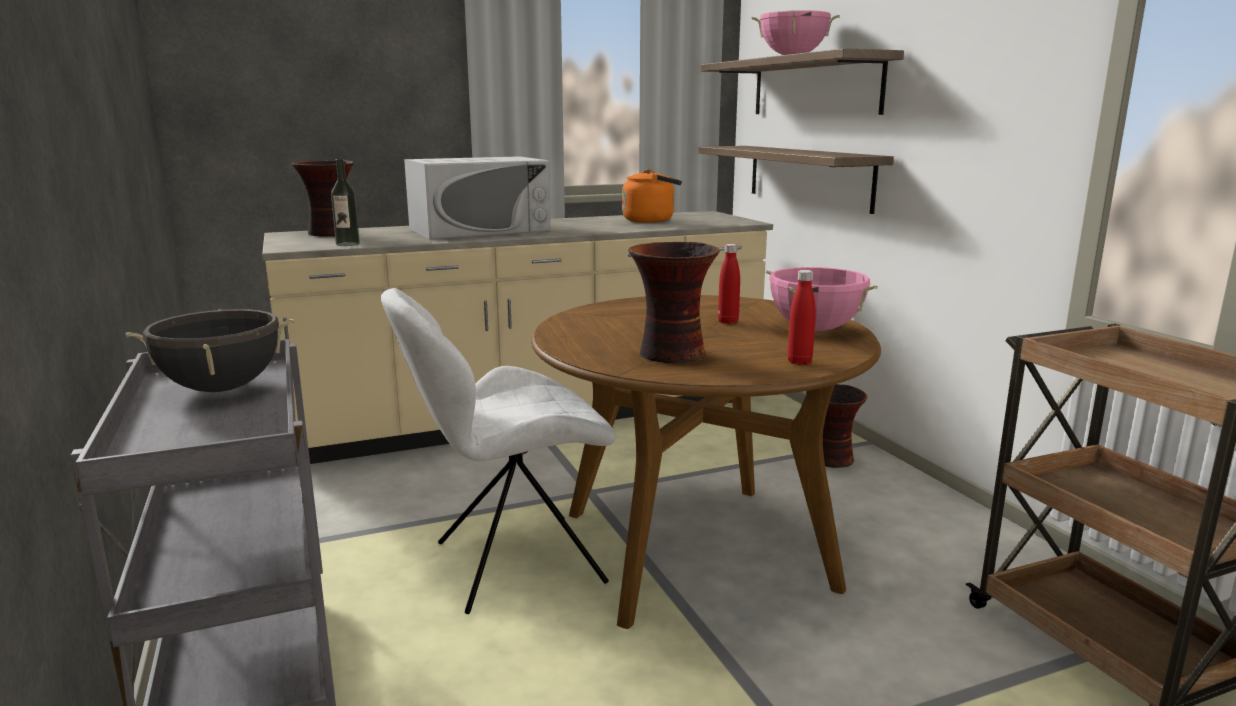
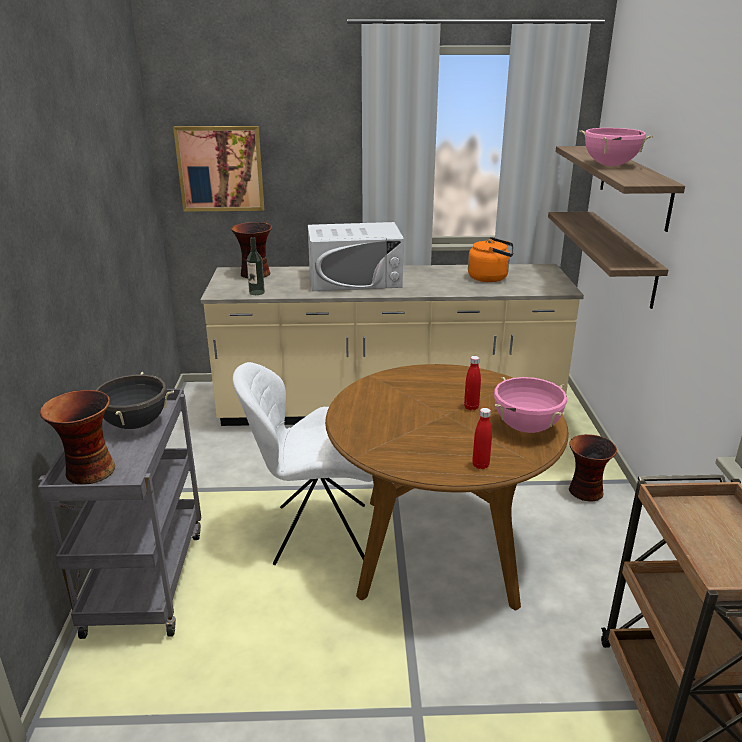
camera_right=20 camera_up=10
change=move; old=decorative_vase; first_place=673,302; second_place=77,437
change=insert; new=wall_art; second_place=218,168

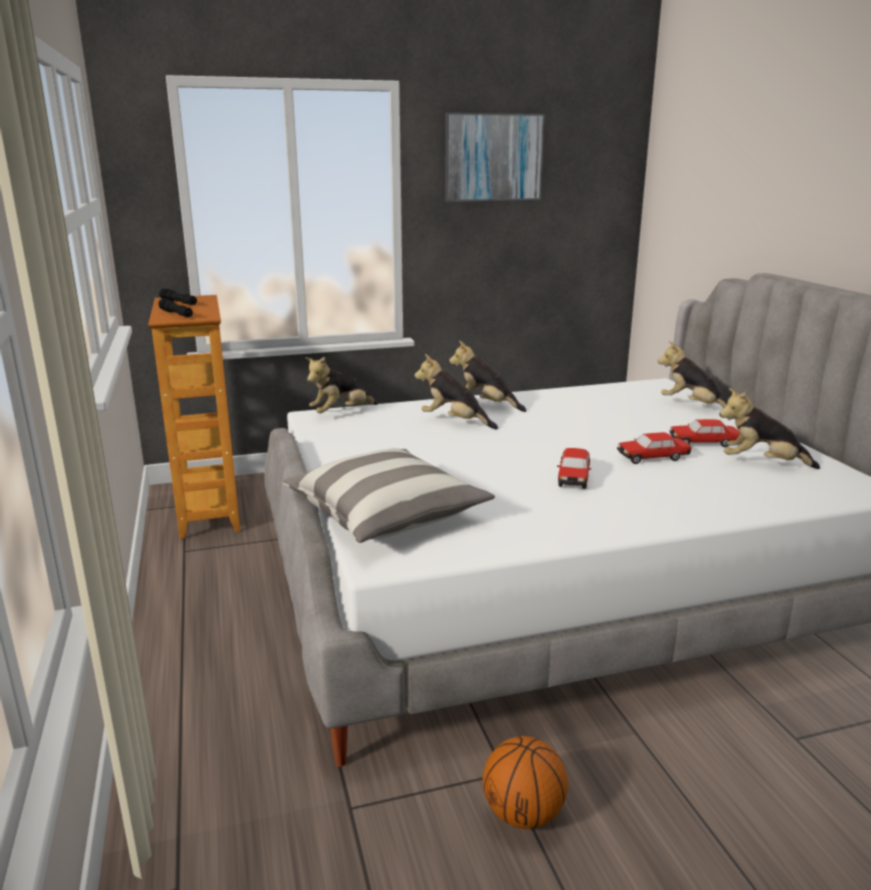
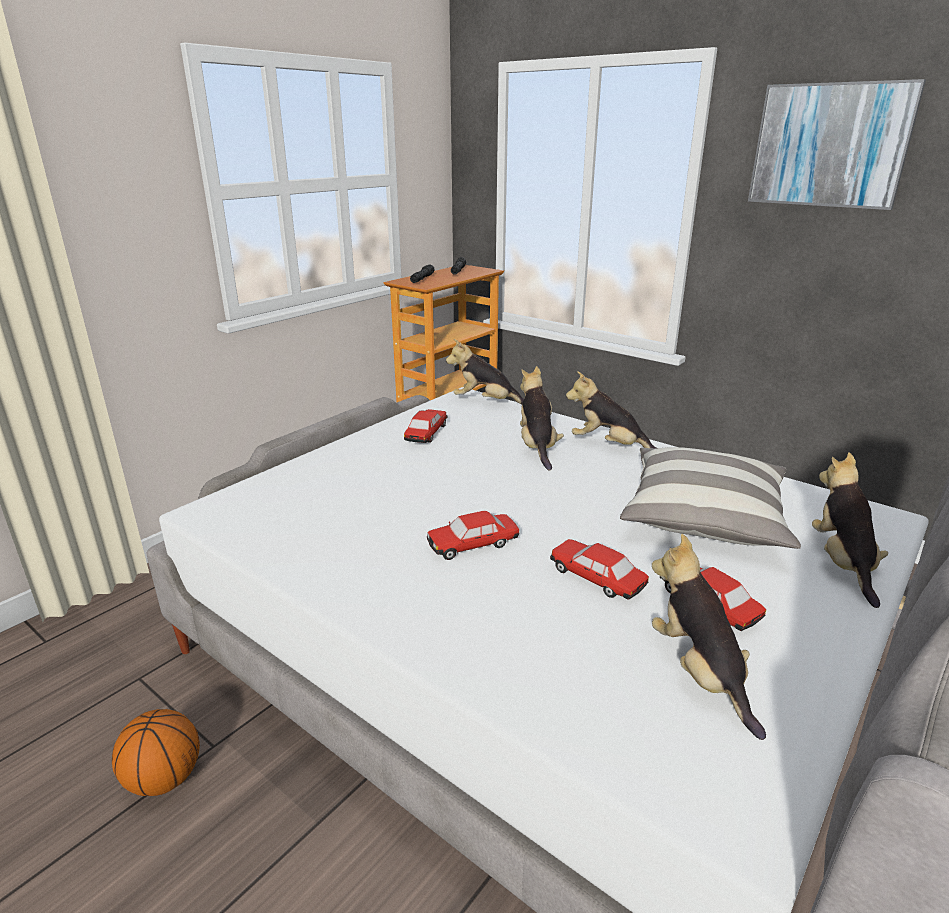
camera_right=55 camera_up=5
change=rotate; old=plush_toy; first_place=488,376; second_place=611,409; degrees=-60
change=move; old=cushion; first_place=388,496; second_place=710,498
change=insert; new=miniature_car; second_place=425,426

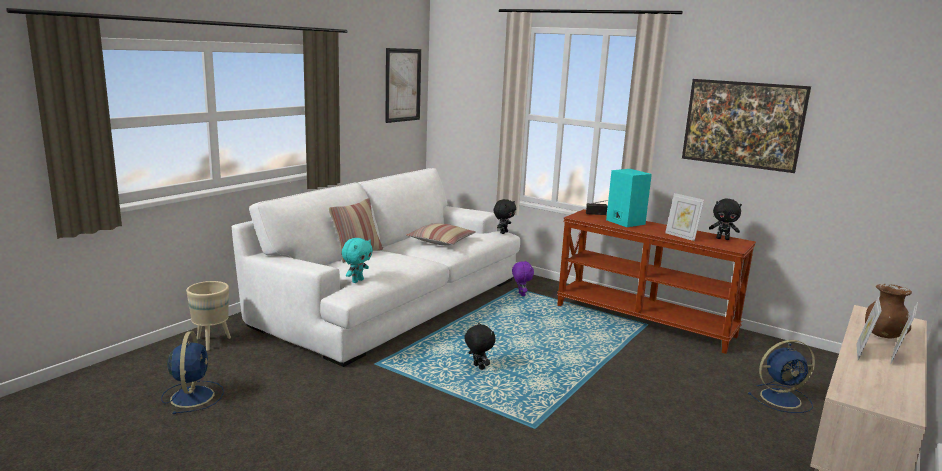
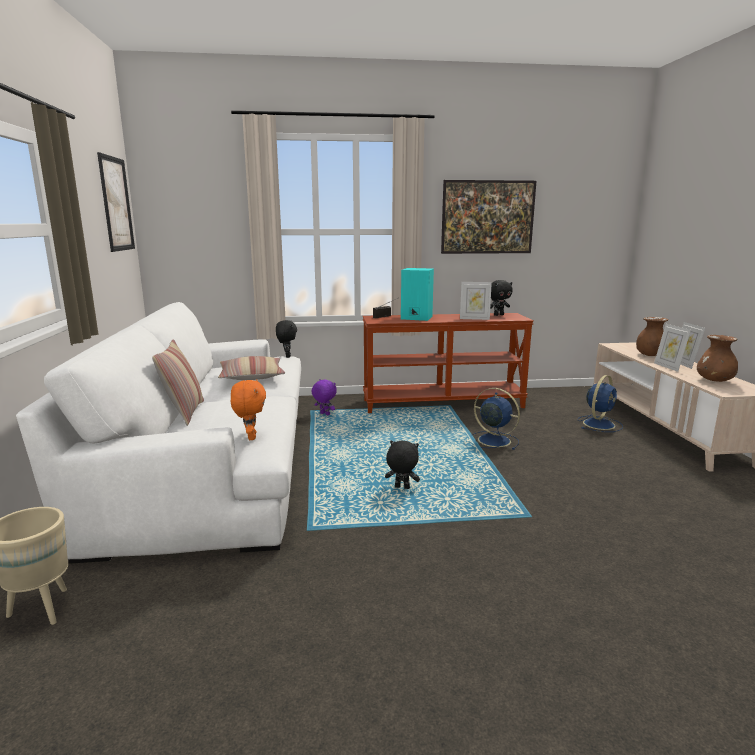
camera_right=-40 camera_up=0
change=recolor; old=turquoise-coloured_plush_toy; new=orange-coloured_plush_toy; first_place=357,260; second_place=248,409
change=move; old=blue_electric_fan; first_place=192,372; second_place=496,419
change=insert; new=brownish_decorative_vase; second_place=717,358

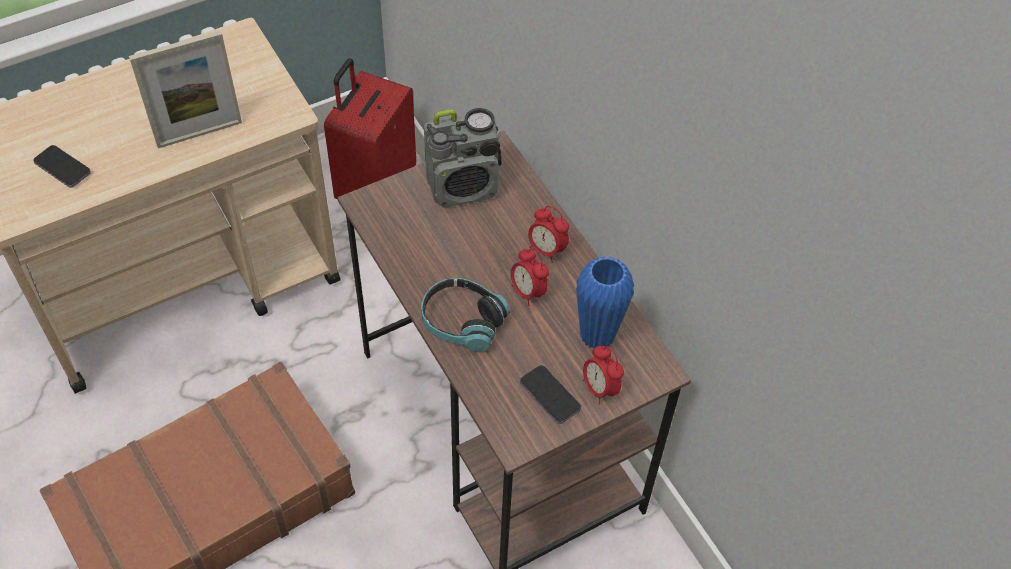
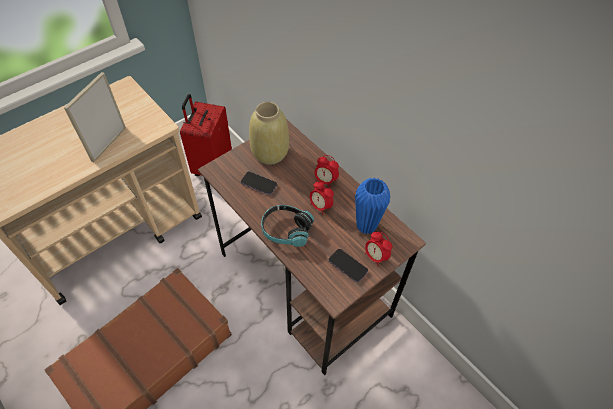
camera_right=-10 camera_up=0
change=rotate; old=standing_frame; first_place=185,89; second_place=95,117; degrees=150
change=replace; old=radio_set; new=beige_decorative_vase; first_place=463,157; second_place=269,133
change=move; old=phone; first_place=62,166; second_place=259,183

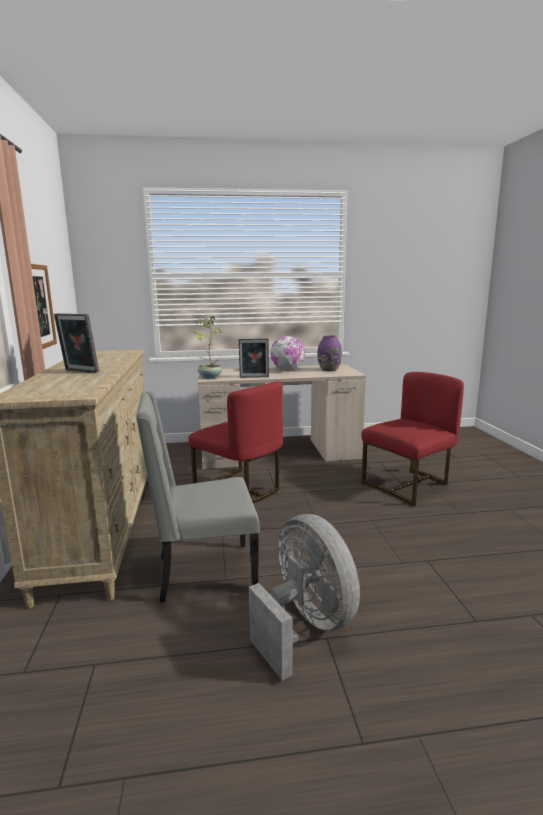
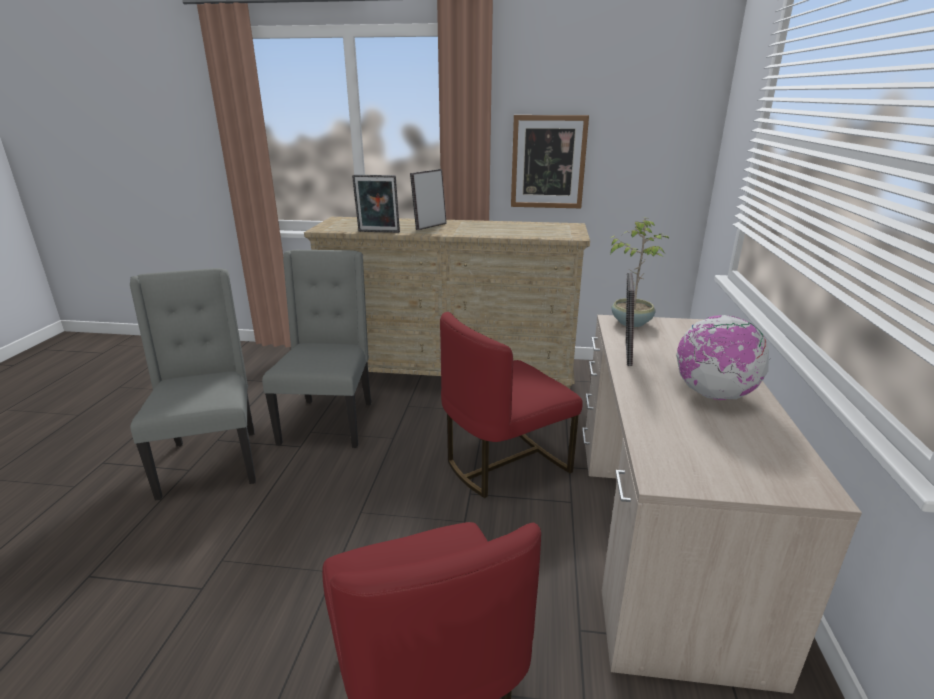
camera_right=105 camera_up=10
change=delete; old=purple-coloured_decorative_vase; first_place=329,353
change=replace; old=gray_electric_fan; new=gray_upright_chair; first_place=304,597; second_place=193,384
change=insert; new=standing_frame; second_place=376,204

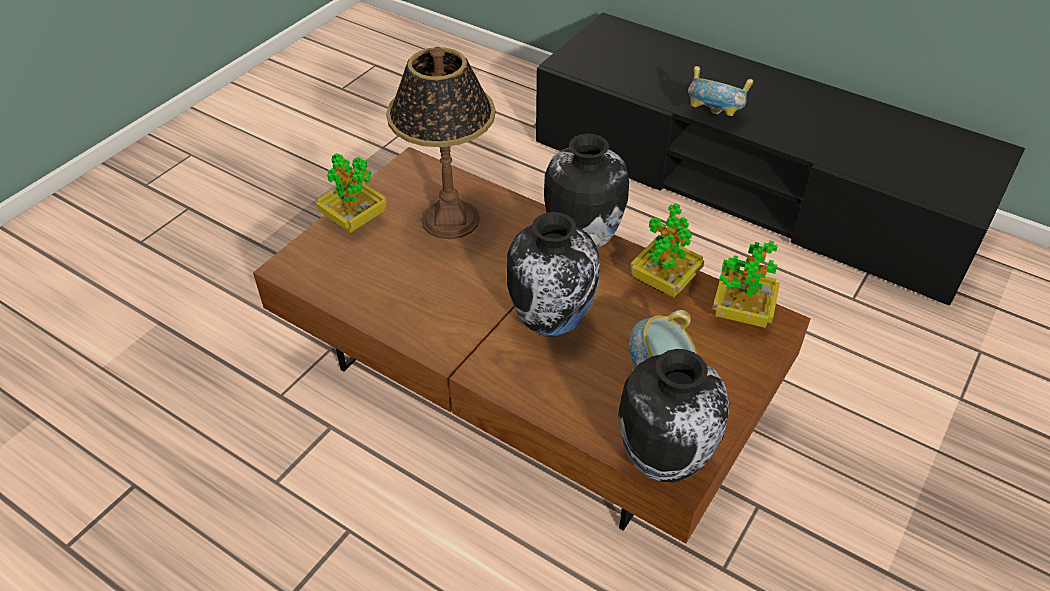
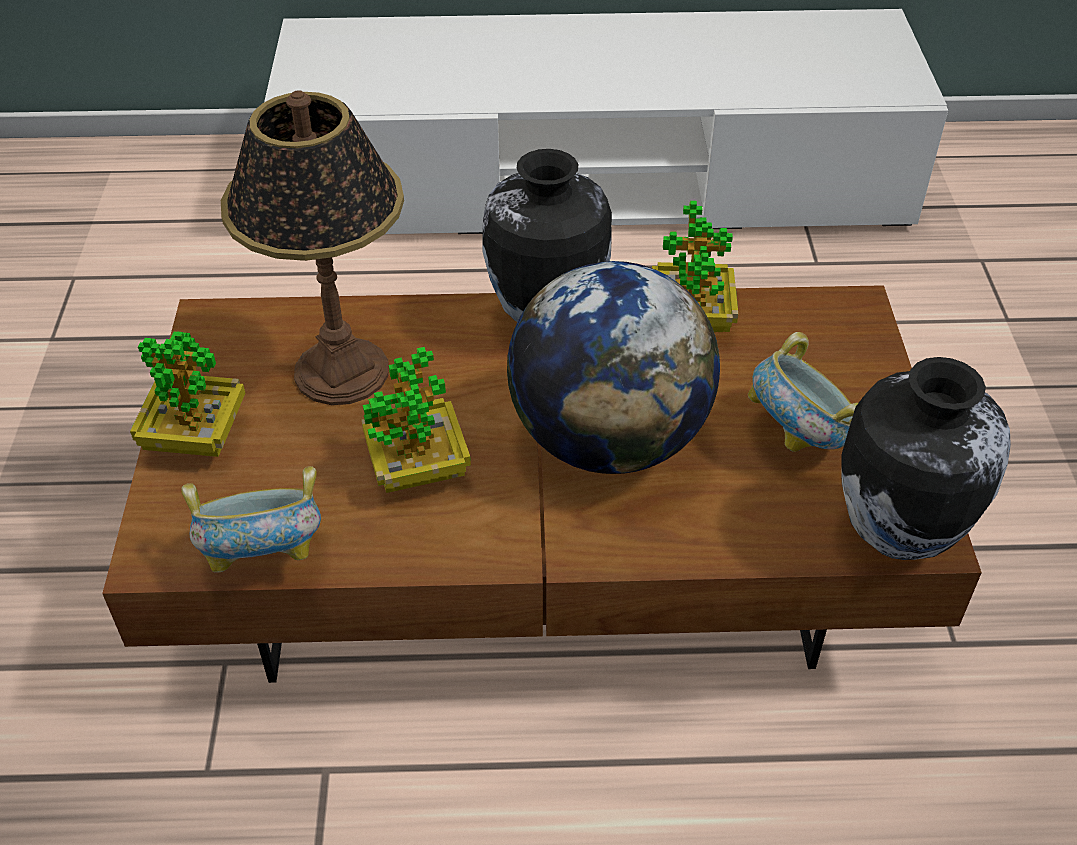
camera_right=-35 camera_up=0
change=recolor; old=black_tv_unit; new=whitish_tv_unit; first_place=780,159; second_place=606,121
change=move; old=bowl; first_place=720,91; second_place=251,519
change=replace; old=decorative_vase; new=desk_globe; first_place=553,274; second_place=613,367
change=move; old=potted_plant; first_place=746,284; second_place=416,420

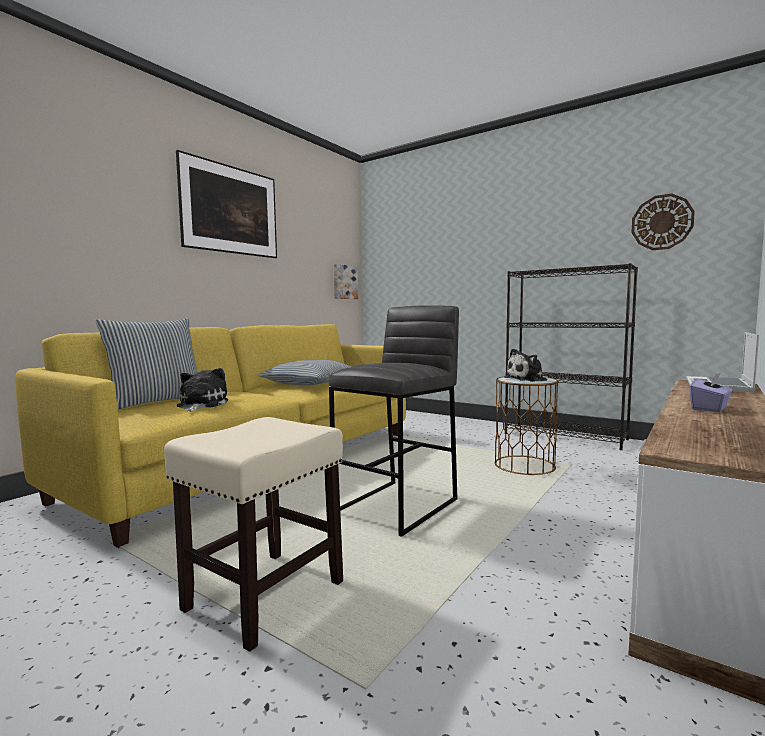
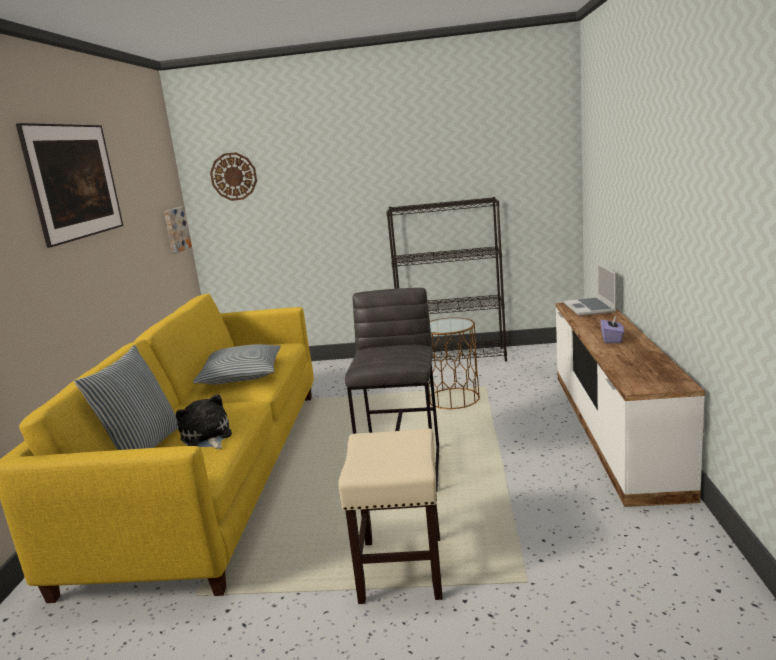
camera_right=-30 camera_up=10
change=move; old=clock_on_the_wall; first_place=663,222; second_place=233,176
change=delete; old=plush_toy; first_place=526,365

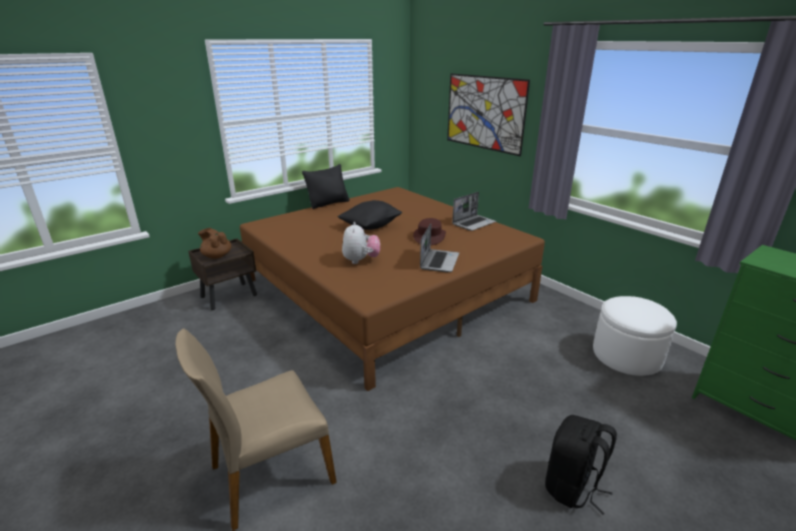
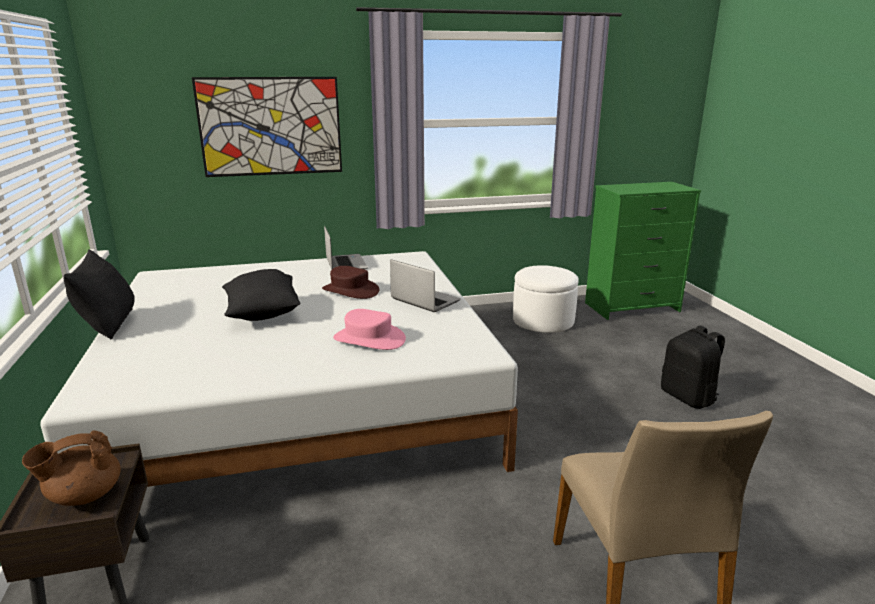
camera_right=-65 camera_up=-5
change=recolor; old=brownish_sleeping_bed; new=whitish_sleeping_bed; first_place=392,289; second_place=279,369
change=replace; old=plush_toy; new=pink_clothing_hat; first_place=361,243; second_place=369,329

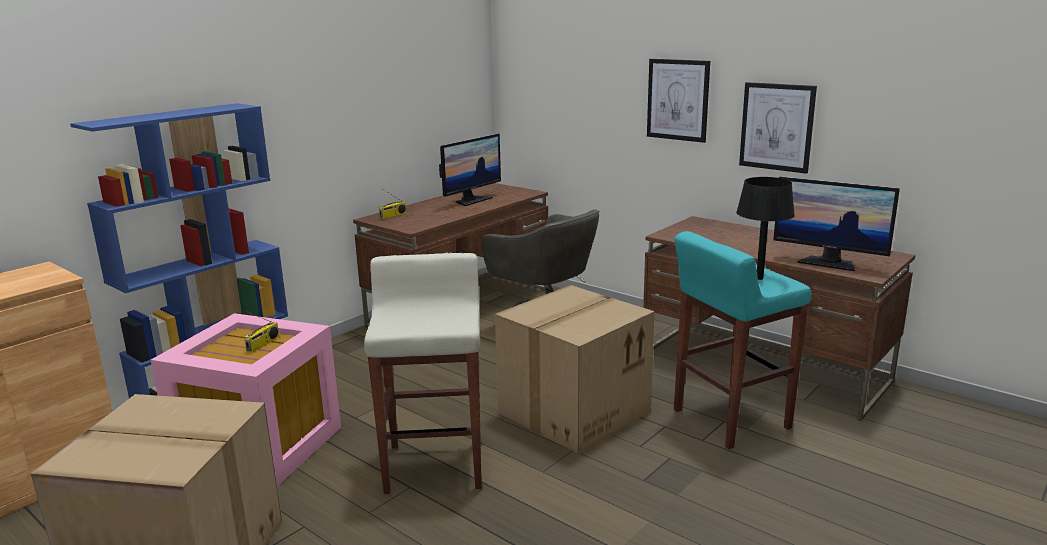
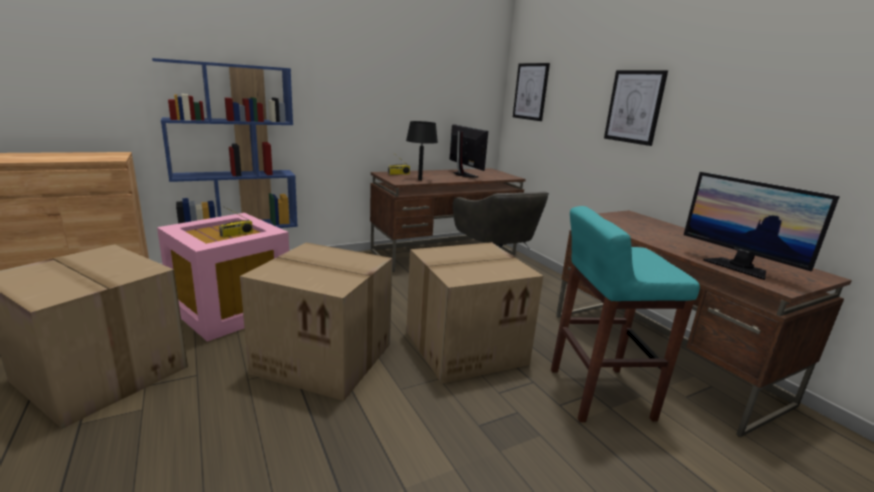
camera_right=20 camera_up=0
change=move; old=wall_art; first_place=778,128; second_place=531,92
change=rotate; old=computer_display; first_place=470,170; second_place=468,151; degrees=-90
change=move; old=black_table_lamp; first_place=765,228; second_place=422,151
change=replace; old=beige_sitting_stool; new=carton; first_place=423,373; second_place=316,322

